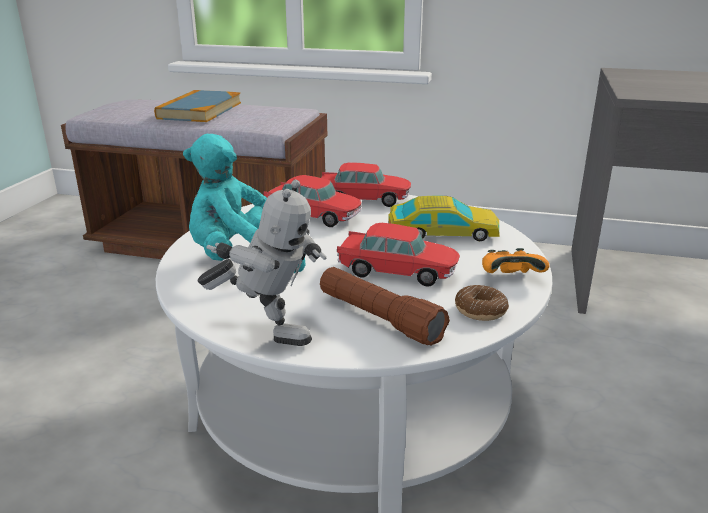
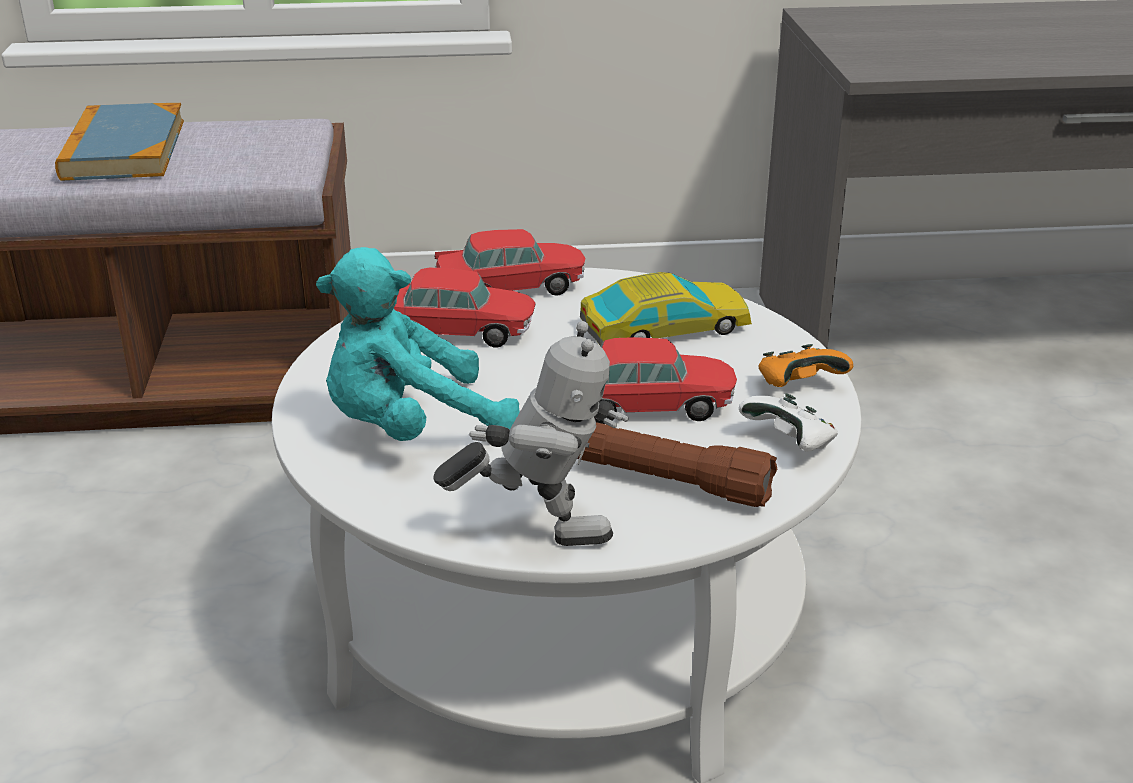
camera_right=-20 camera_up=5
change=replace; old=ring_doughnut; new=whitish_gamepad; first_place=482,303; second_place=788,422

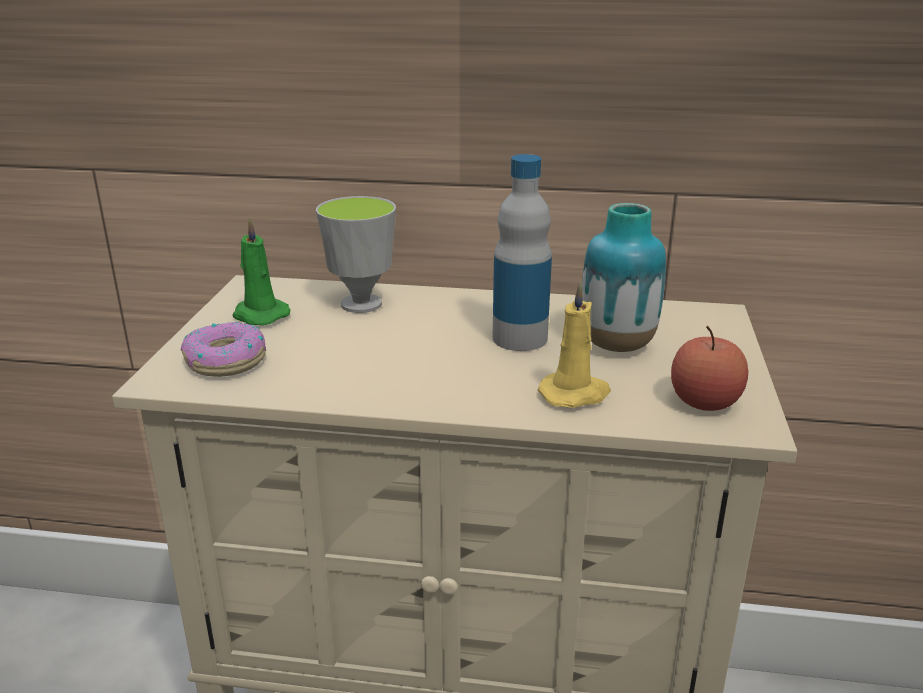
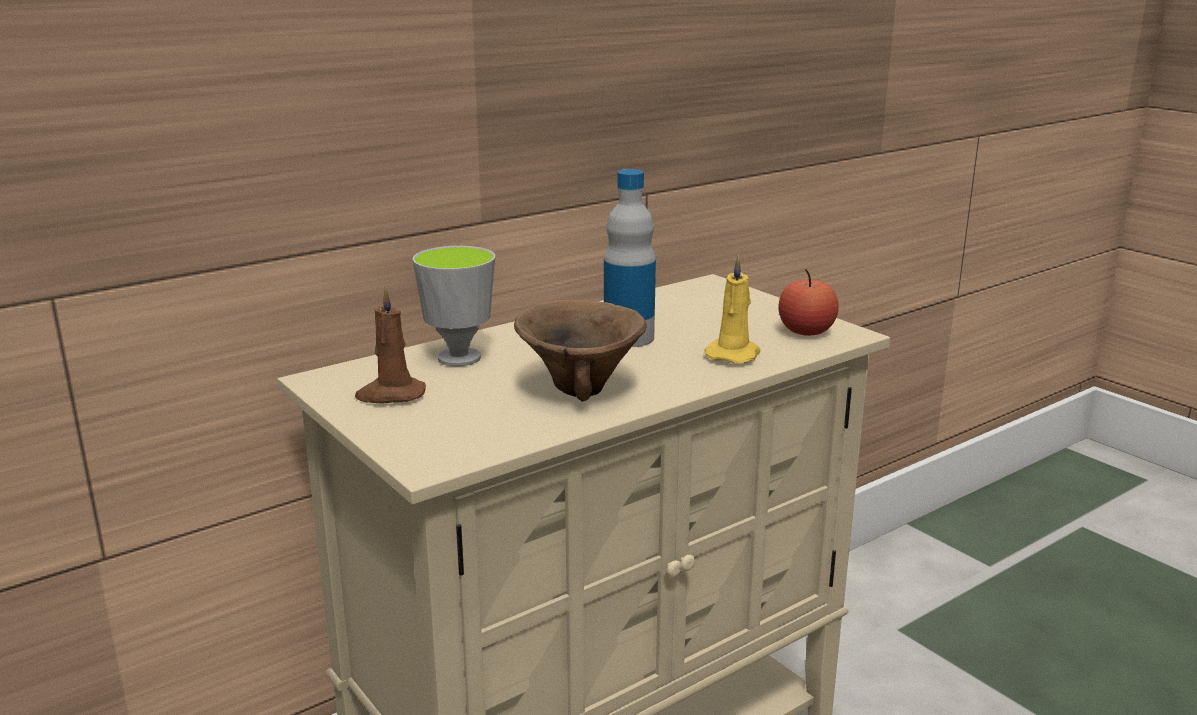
camera_right=-45 camera_up=-5
change=delete; old=decorative_vase; first_place=624,277
change=recolor; old=greenish_wax_light; new=brownish_wax_light; first_place=261,271; second_place=390,345
change=delete; old=ring_doughnut; first_place=223,349
change=insert; new=brownish_bowl; second_place=580,351

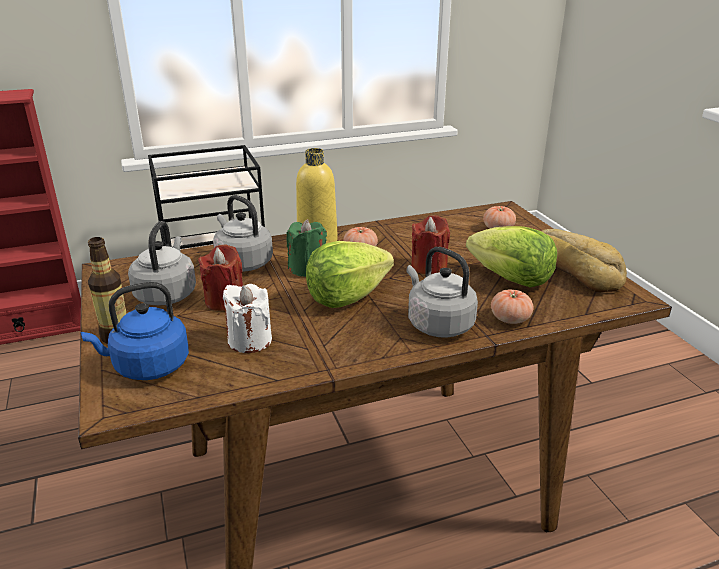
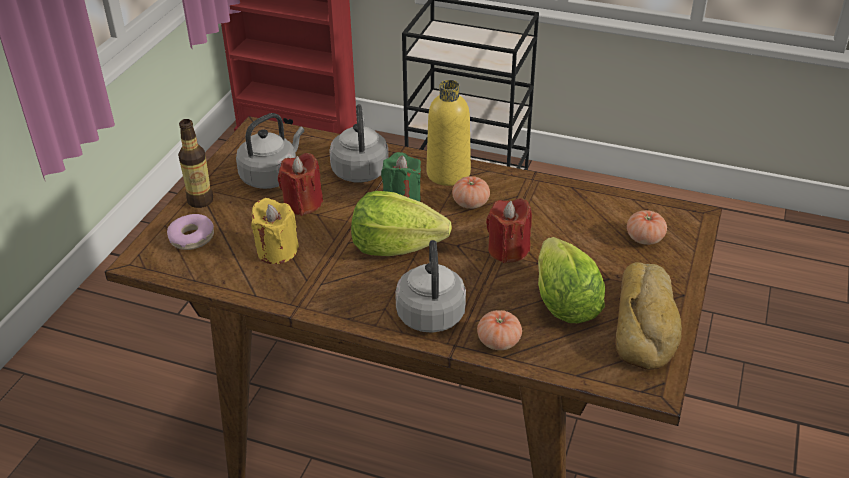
camera_right=40 camera_up=10
change=replace; old=blue_tea_kettle; new=ring_doughnut; first_place=134,331; second_place=190,232
change=recolor; old=whitish_wax_light; new=yellow-coloured_wax_light; first_place=247,318; second_place=275,231

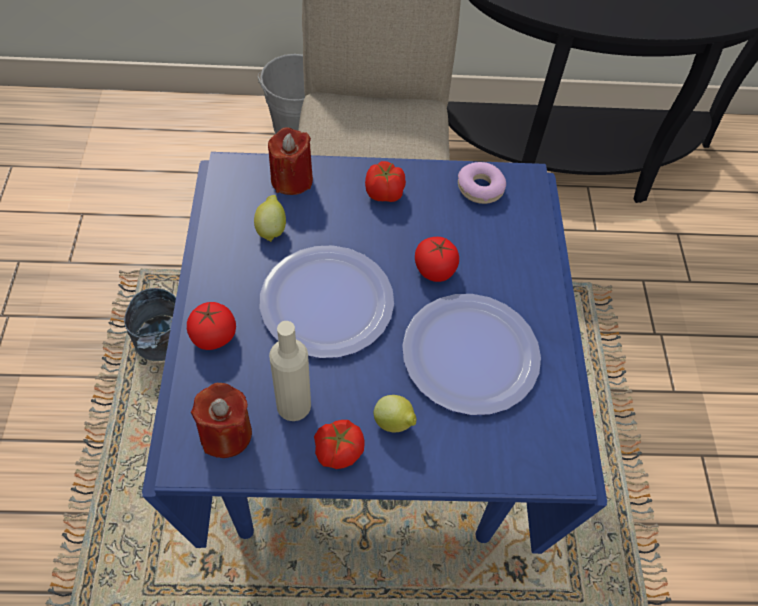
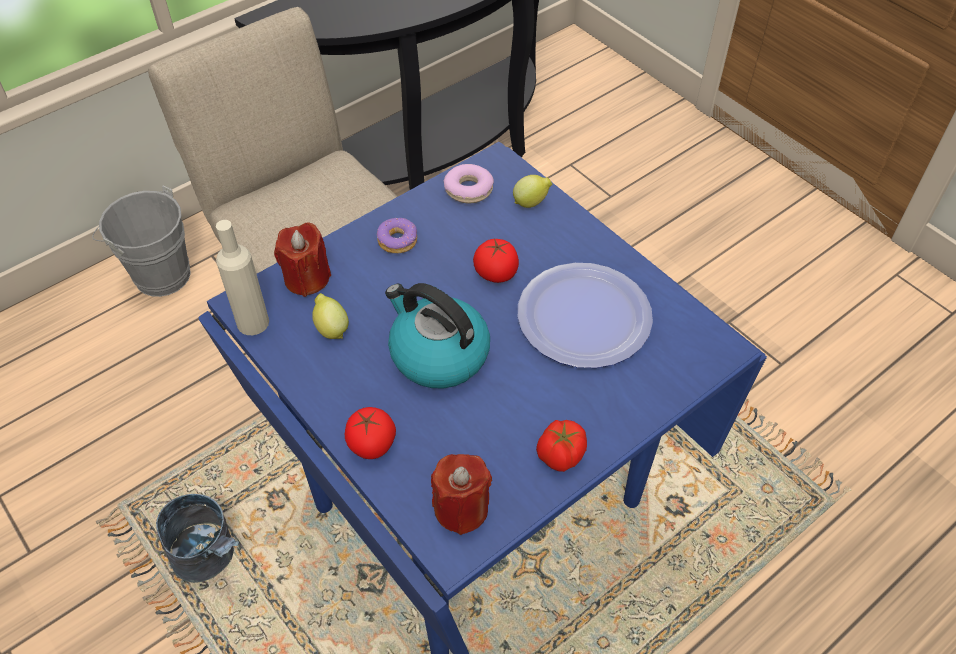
camera_right=-35 camera_up=-5
change=replace; old=tomato; new=ring_doughnut; first_place=385,181; second_place=397,235
change=replace; old=plate; new=tea_kettle; first_place=327,302; second_place=437,335
change=move; old=beige_bottle; first_place=290,371; second_place=242,277
change=move; old=lemon; first_place=395,413; second_place=532,191

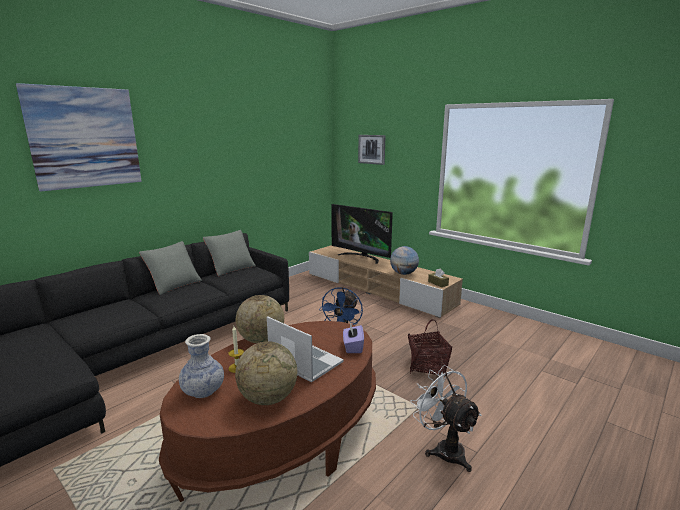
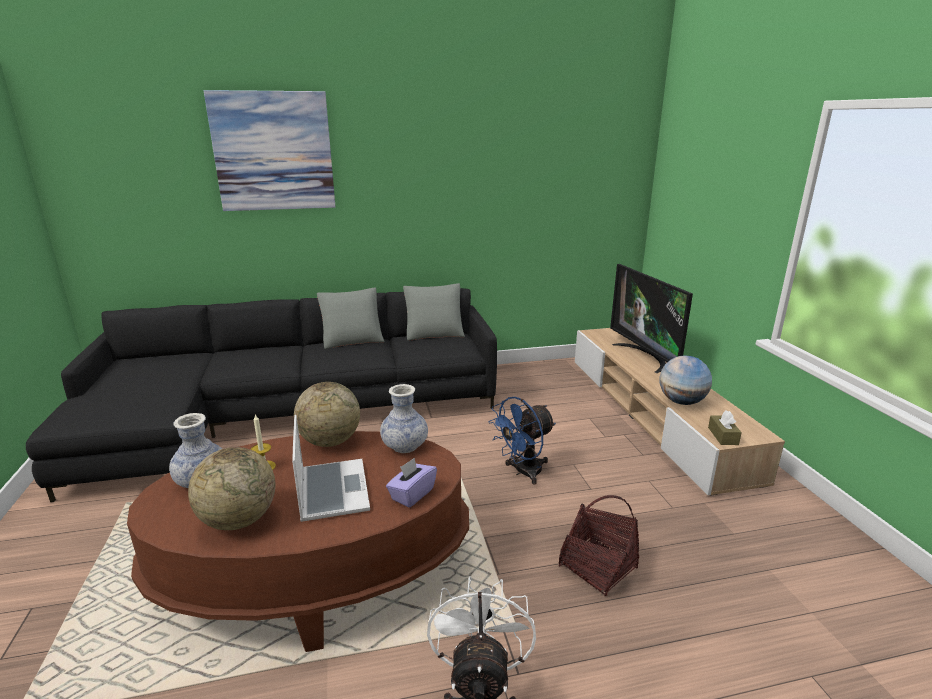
camera_right=35 camera_up=5
change=delete; old=wall_art; first_place=372,150
change=insert; new=decorative_vase; second_place=404,418

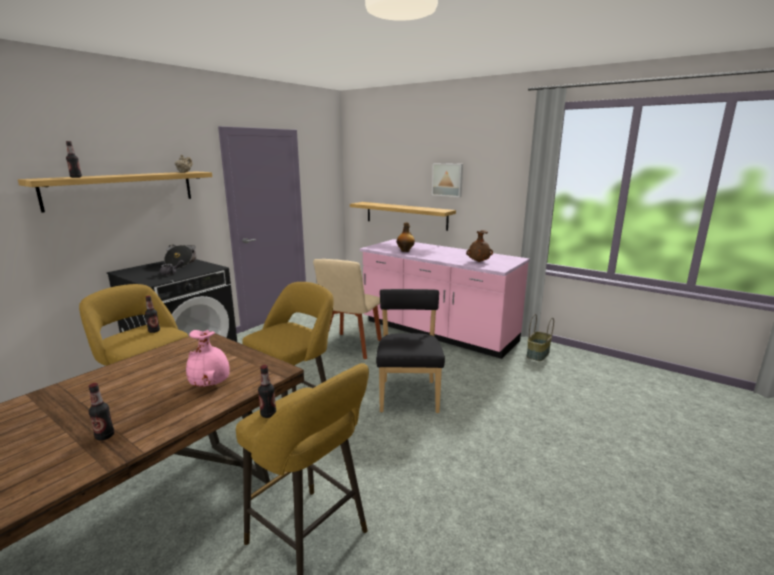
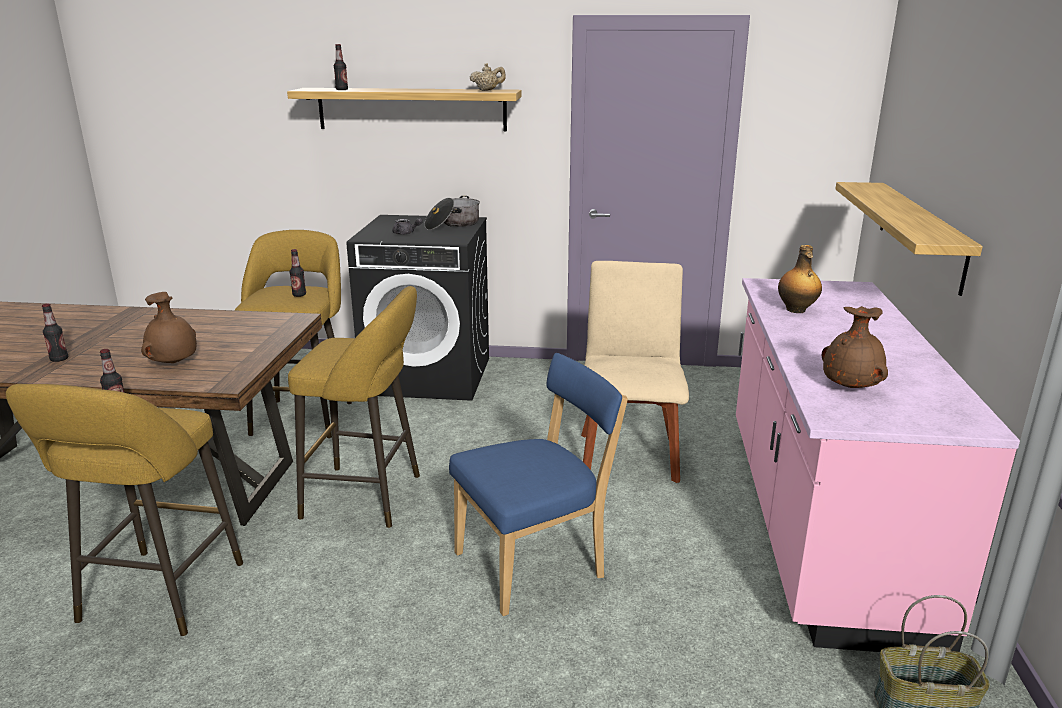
camera_right=60 camera_up=5
change=delete; old=wall_art; first_place=447,180
change=rotate; old=beige_upright_chair; first_place=347,309; second_place=635,372; degrees=105
change=recolor; old=black_upright_chair; new=blue_upright_chair; first_place=410,351; second_place=538,484
change=recolor; old=pink_decorative_vase; new=brownish_decorative_vase; first_place=208,358; second_place=169,327

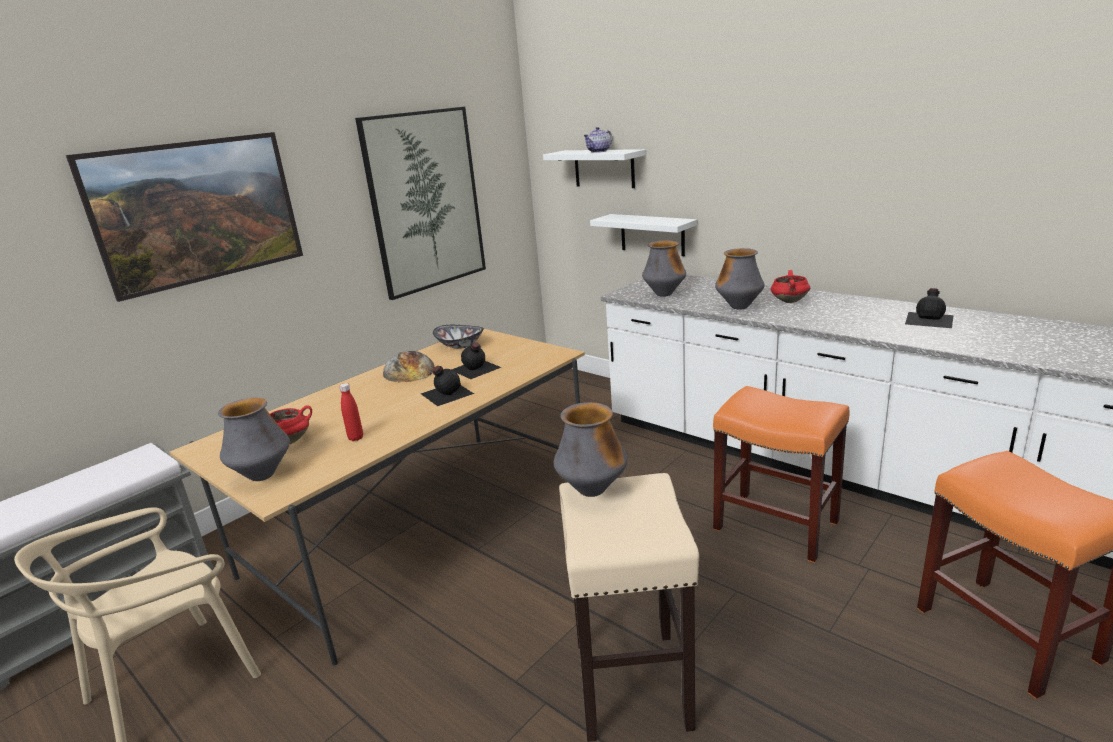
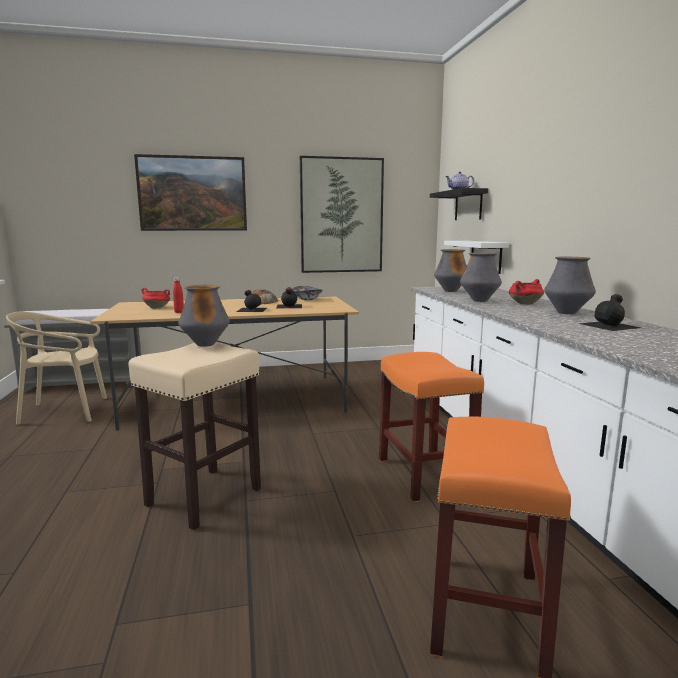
camera_right=35 camera_up=-10
change=recolor; old=whitish_bracket_shelf; new=black_bracket_shelf; first_place=594,168; second_place=459,204
change=move; old=decorative_vase; first_place=254,439; second_place=570,285

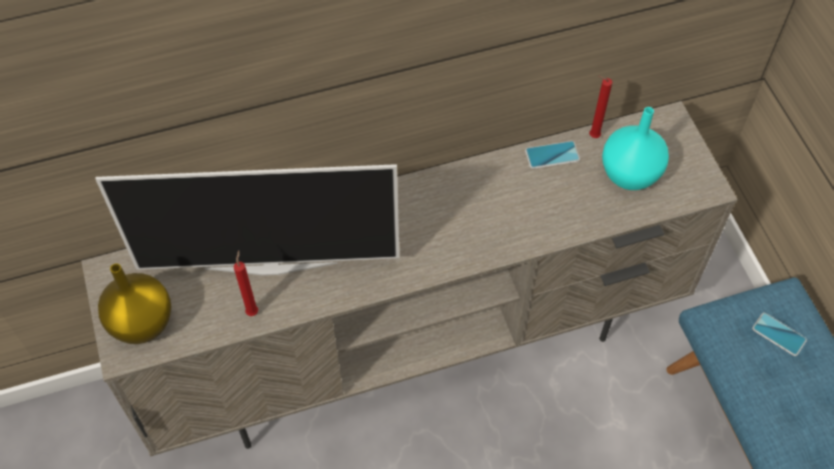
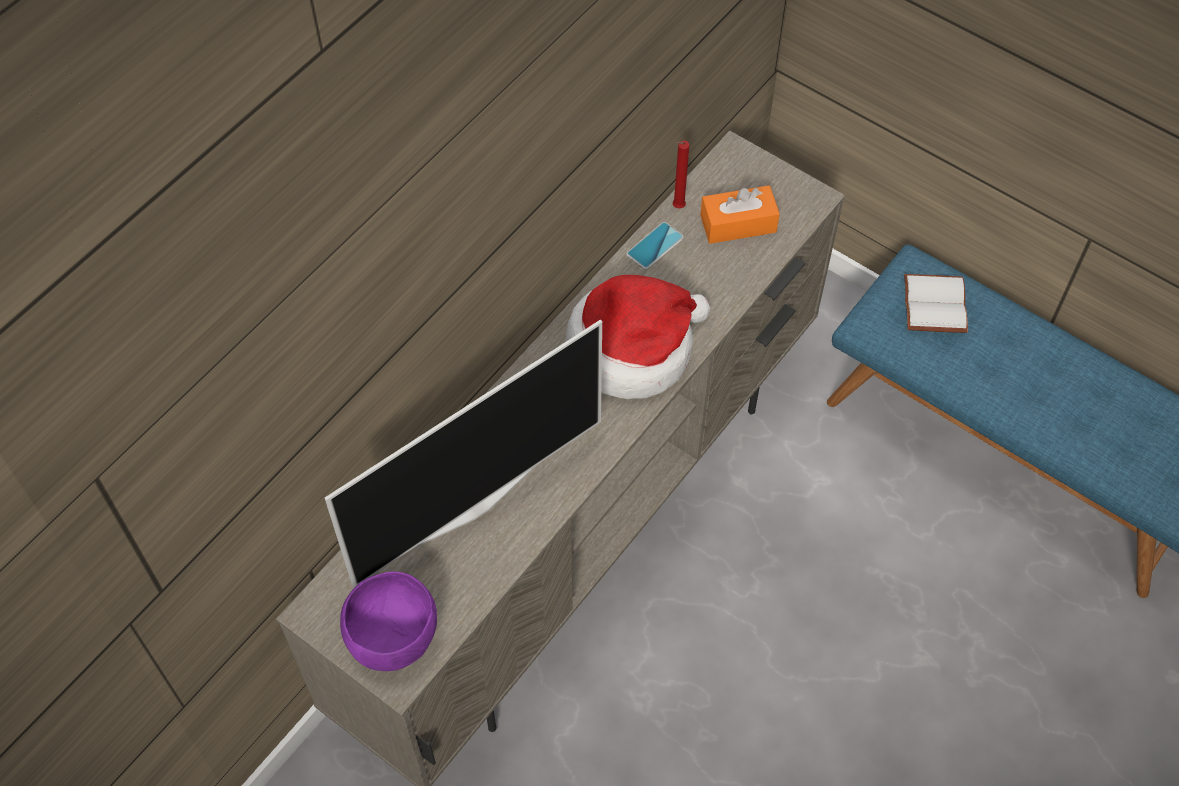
camera_right=-35 camera_up=0
change=replace; old=turquoise-coloured_decorative_vase; new=orange-coloured_tissue_box; first_place=635,148; second_place=740,215
change=delete; old=red_wax_light; first_place=246,283
change=replace; old=yellow-coloured_decorative_vase; new=purple-coloured_bowl; first_place=135,303; second_place=388,621
change=replace; old=phone; new=whitish_bound_book; first_place=779,334; second_place=936,303
change=insert; new=clothing_hat; second_place=638,337

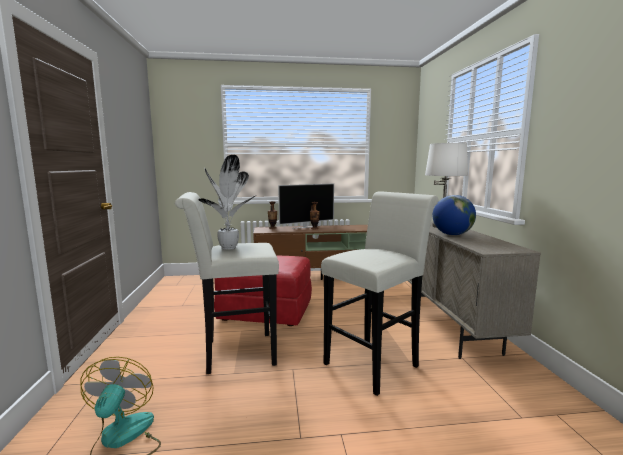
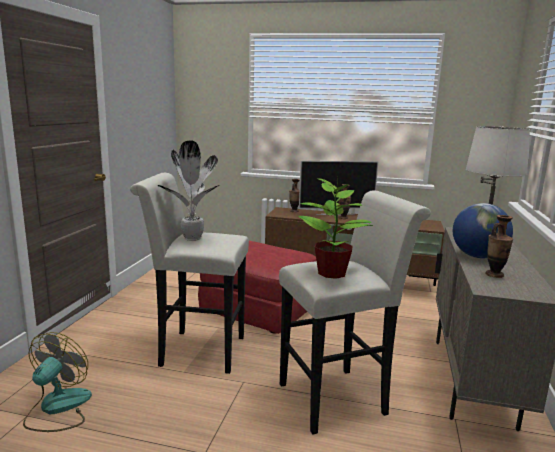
camera_right=20 camera_up=5
change=insert; new=potted_plant; second_place=336,226
change=insert; new=decorative_vase; second_place=499,246

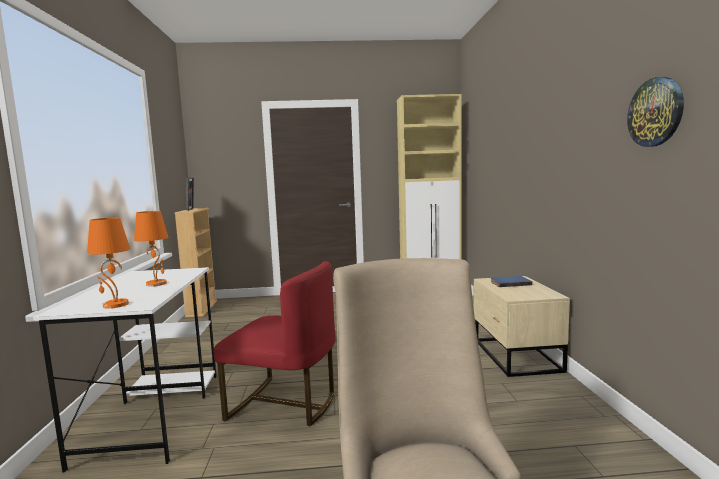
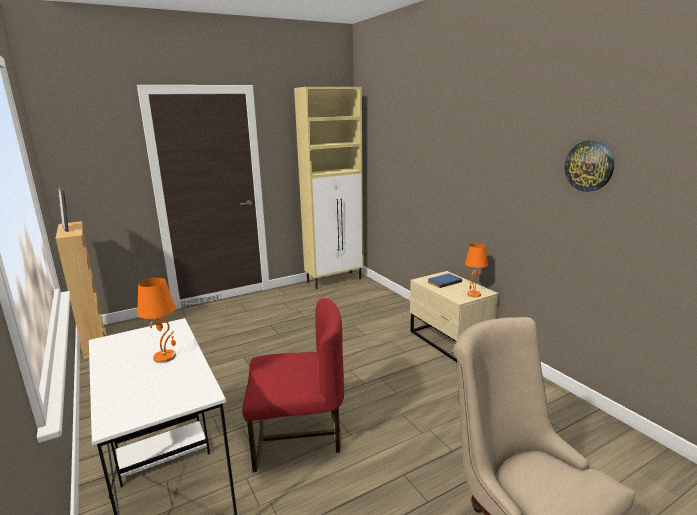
camera_right=-25 camera_up=10
change=move; old=orange-coloured_table_lamp; first_place=108,263; second_place=476,270

